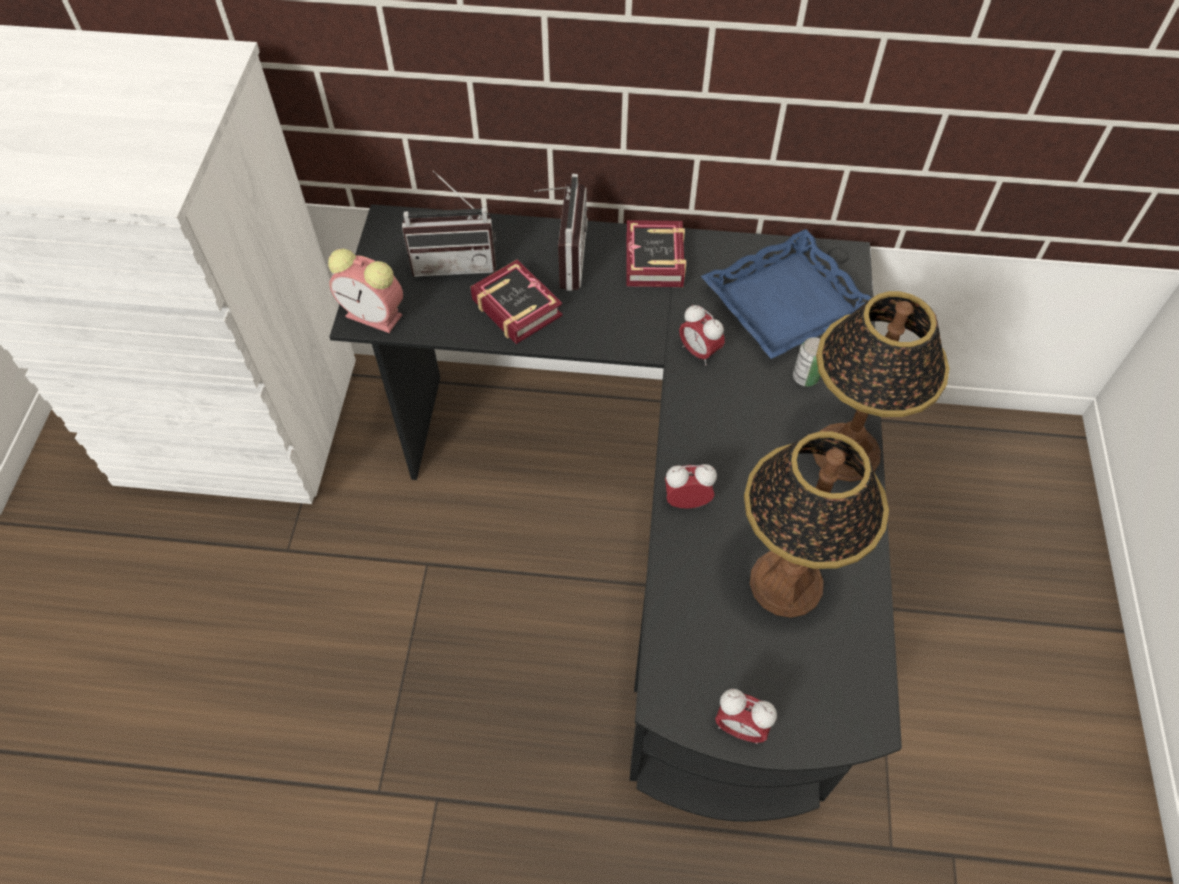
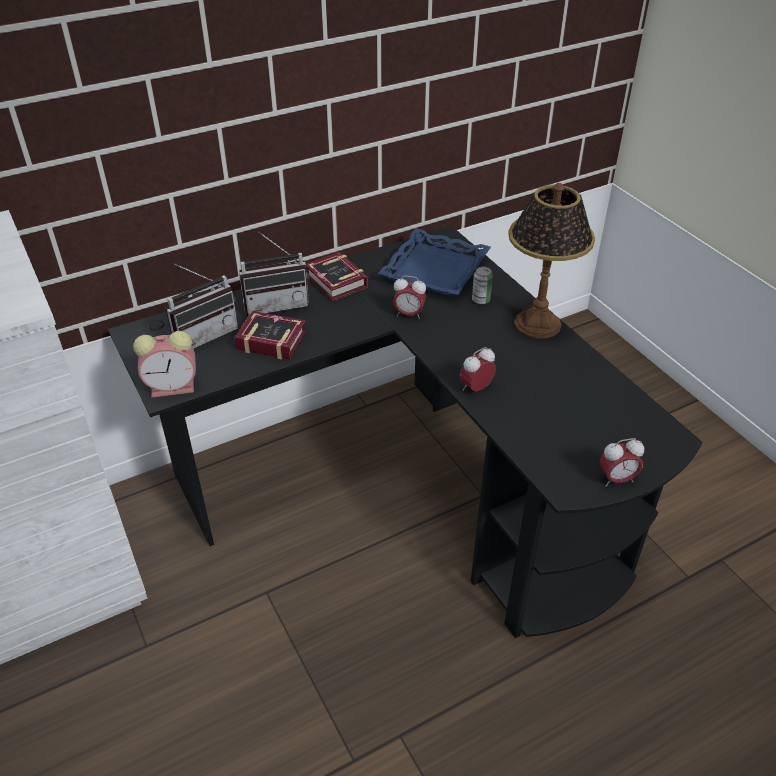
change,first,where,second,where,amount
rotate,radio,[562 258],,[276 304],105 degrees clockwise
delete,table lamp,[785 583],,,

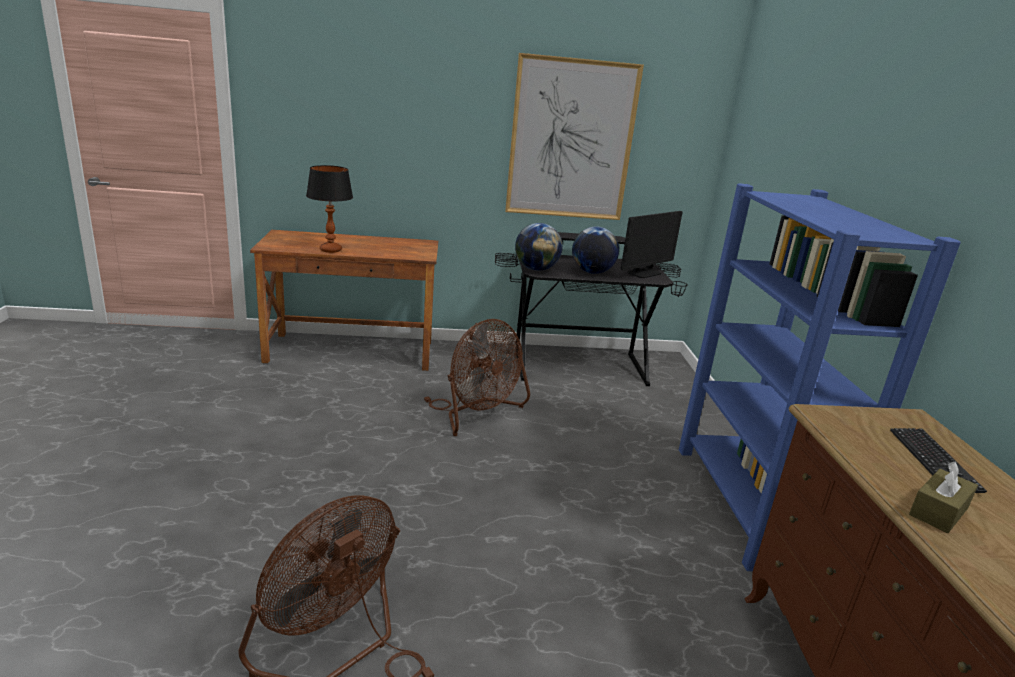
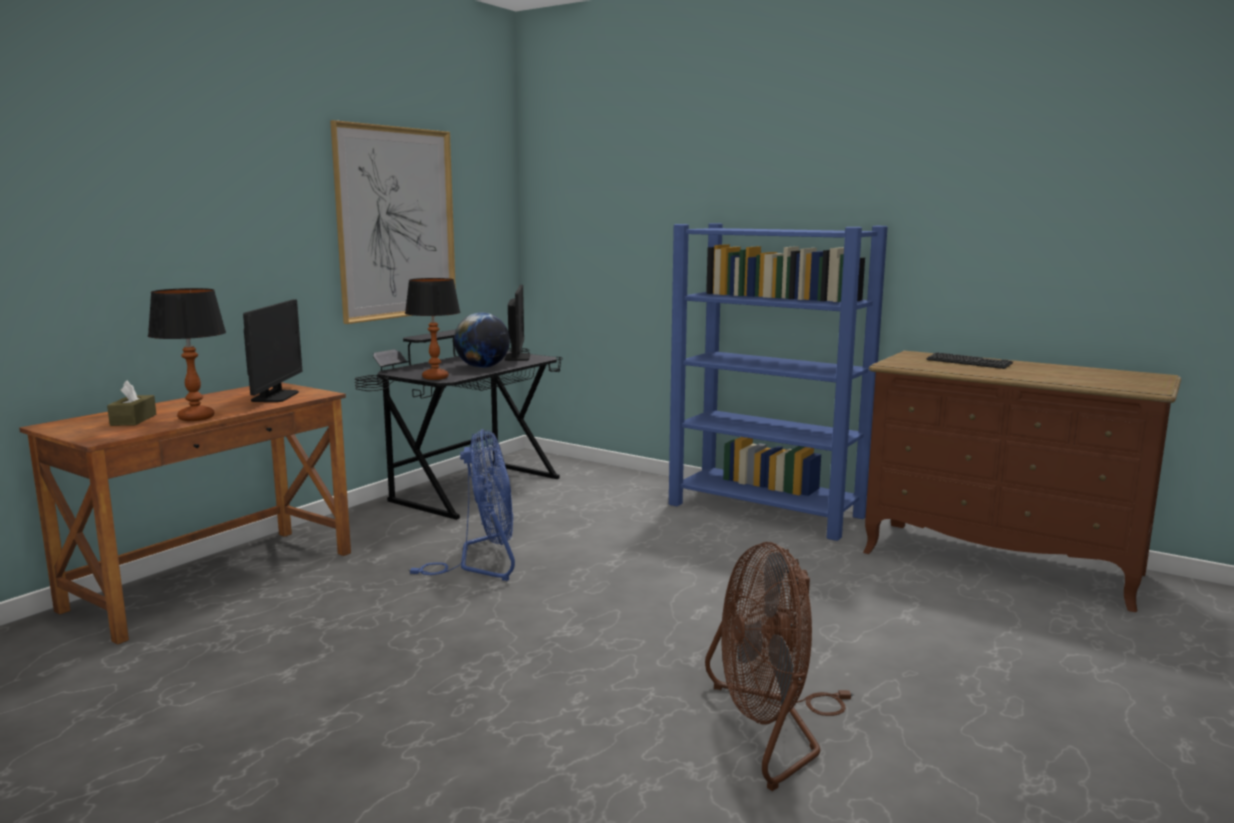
change,first,where,second,where,amount
move,brown tissue box,[938 511],,[133 420],
insert,,,monitor,[275 396],
replace,globe,[536 269],table lamp,[435 377],
recolor,brown fan,[474 414],blue fan,[481 559],

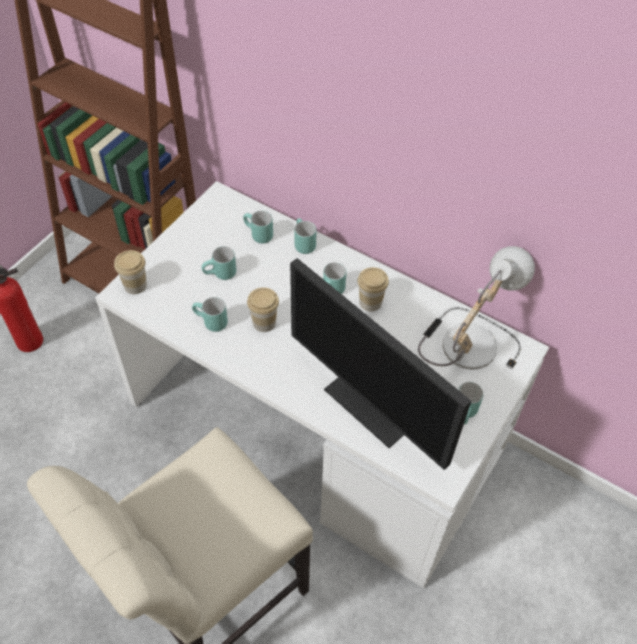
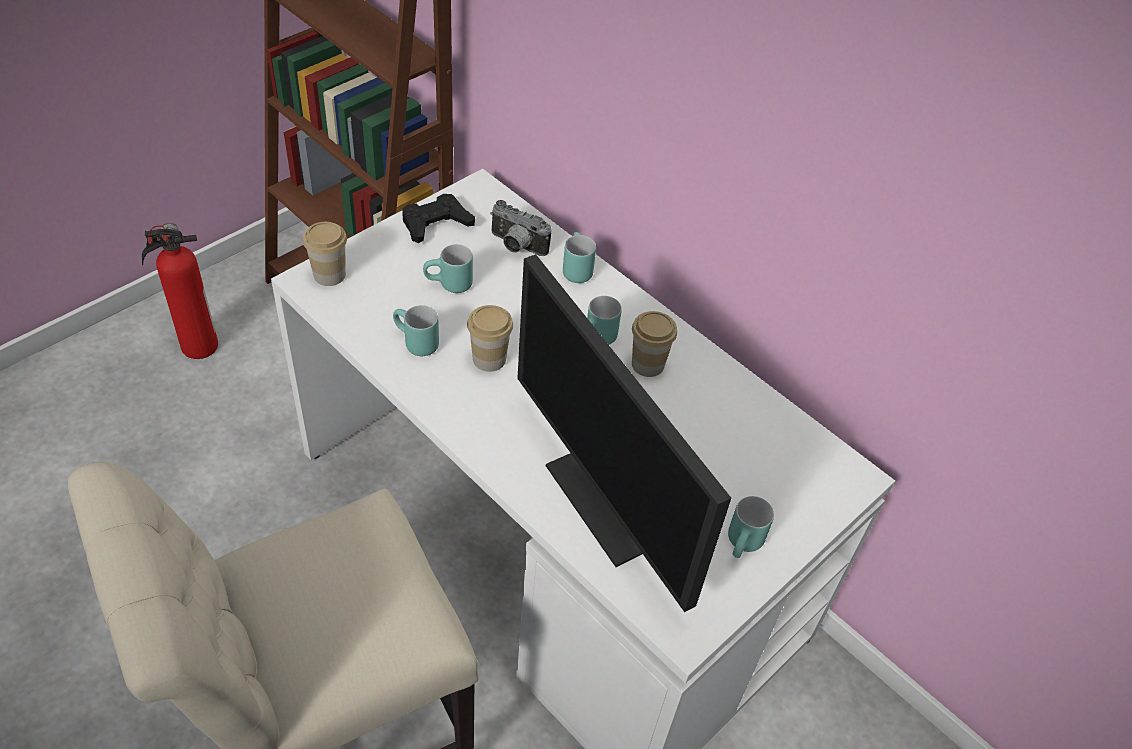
change,first,where,second,where,amount
insert,,,black game controller,[435 223],
replace,turquoise mug,[257 235],photo camera,[516 246],
delete,table lamp,[466 341],,,

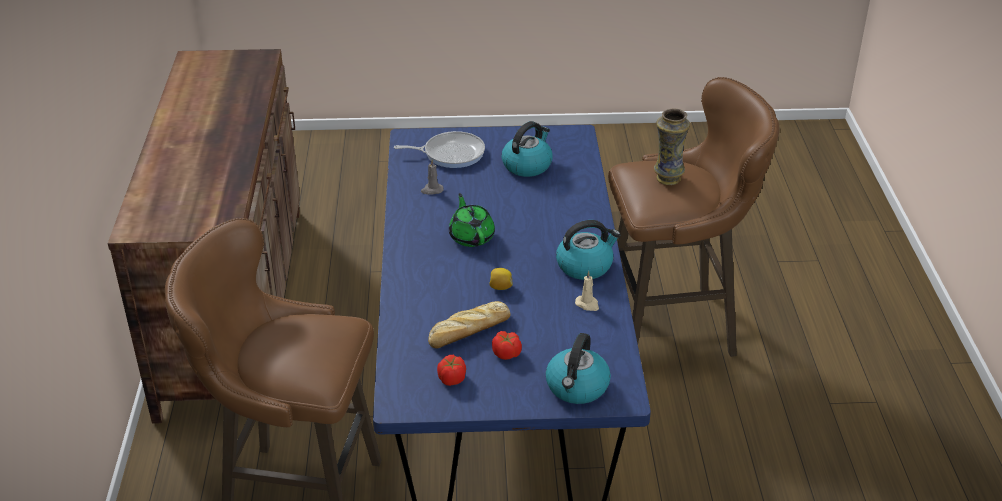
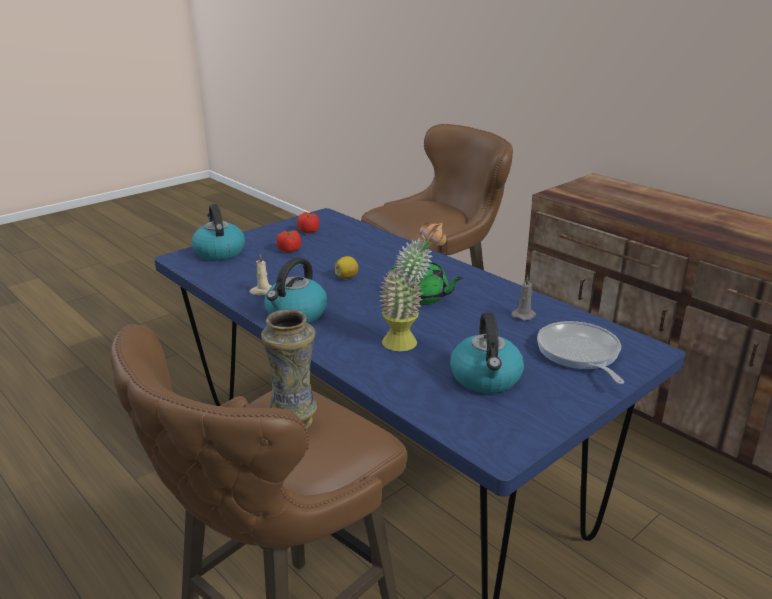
change,first,where,second,where,amount
insert,,,potted plant,[409 342],
rotate,frying pan,[450 154],,[579 353],120 degrees clockwise
delete,bread,[468 332],,,

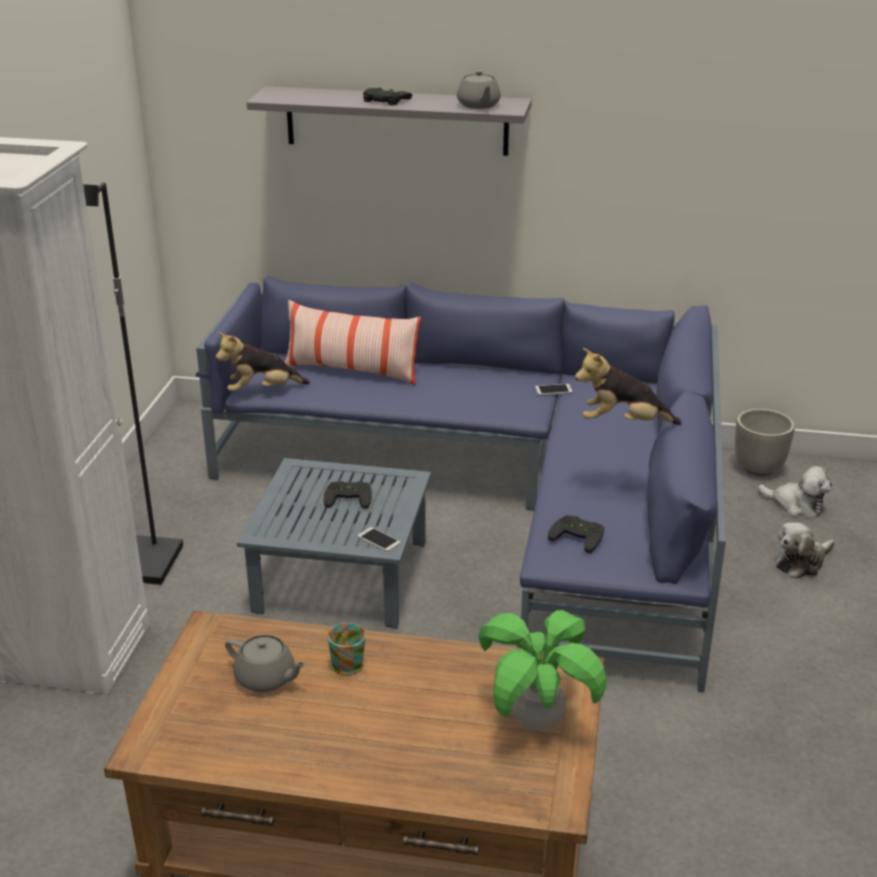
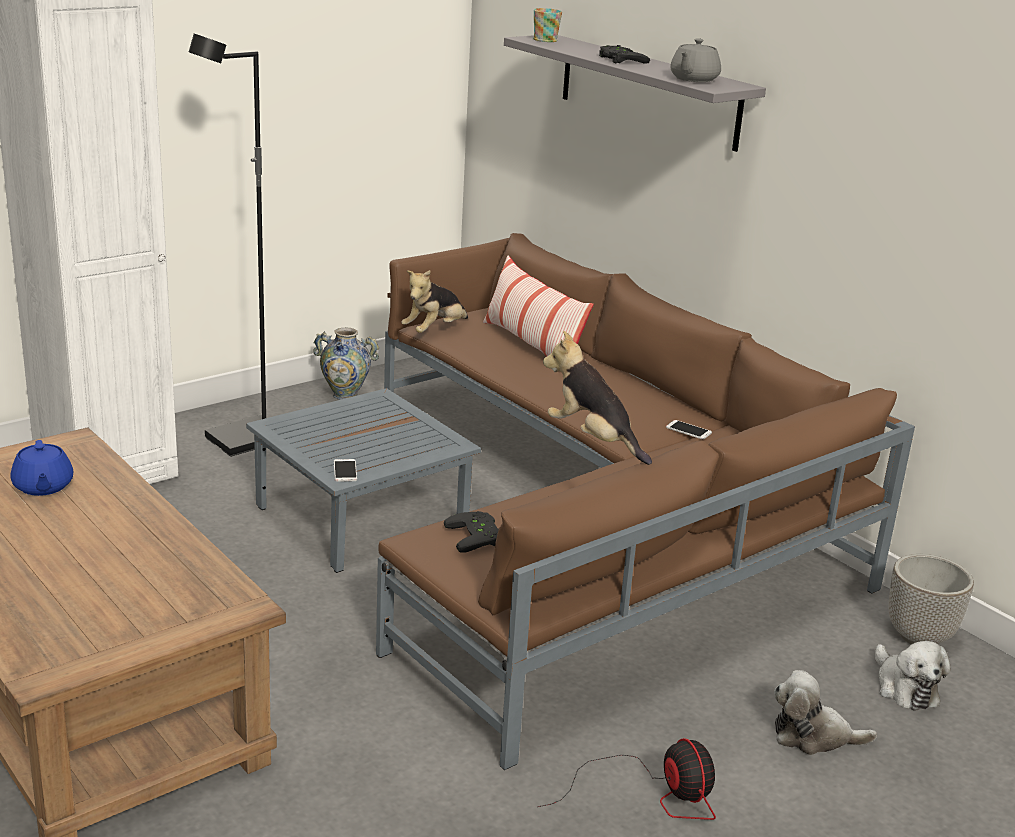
change,first,where,second,where,amount
recolor,grey teapot,[266 678],blue teapot,[43 487],
recolor,blue sofa,[481 512],brown sofa,[556 531],
insert,,,vase,[345 395],
rotate,plush toy,[262 391],,[434 331],75 degrees counterclockwise
move,mug,[346 661],,[547 39],
insert,,,fan,[652 794],
delete,black game controller,[349 497],,,
delete,potted plant,[536 722],,,

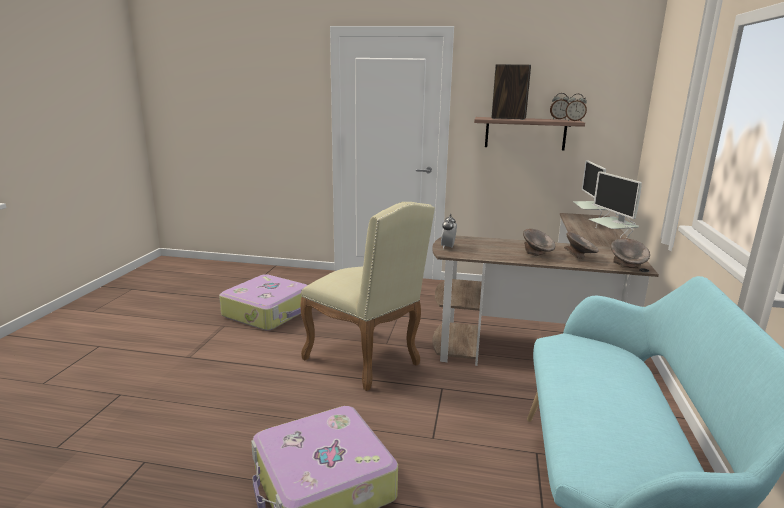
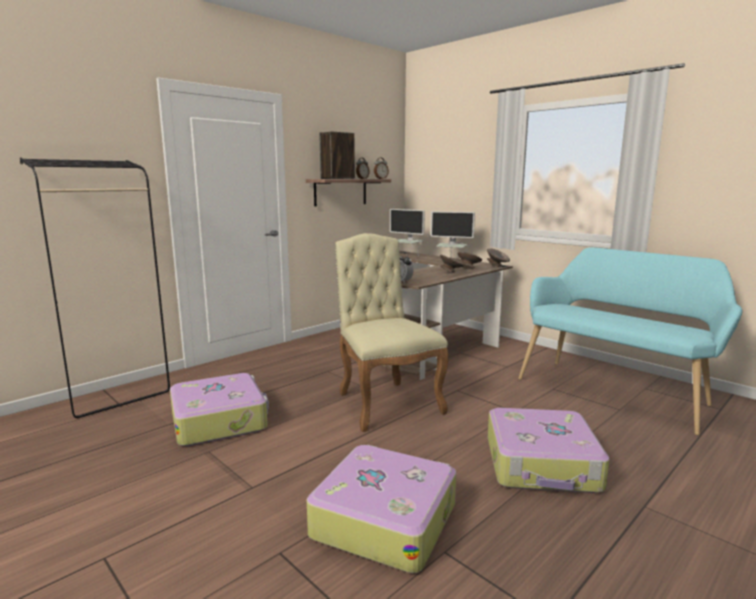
change,first,where,second,where,amount
insert,,,black clothes rack,[117 396],
insert,,,suitcase,[384 519],
rotate,beige chair,[366 360],,[385 403],105 degrees counterclockwise

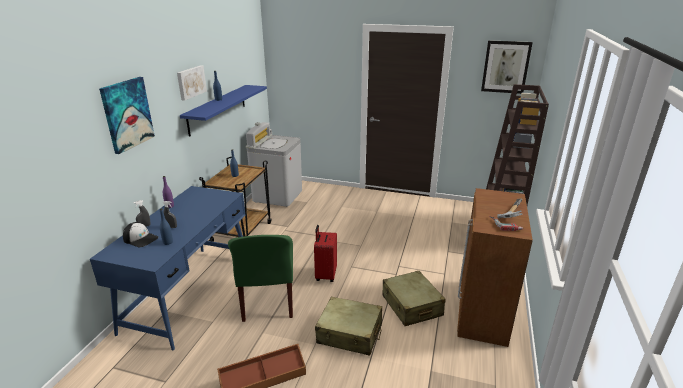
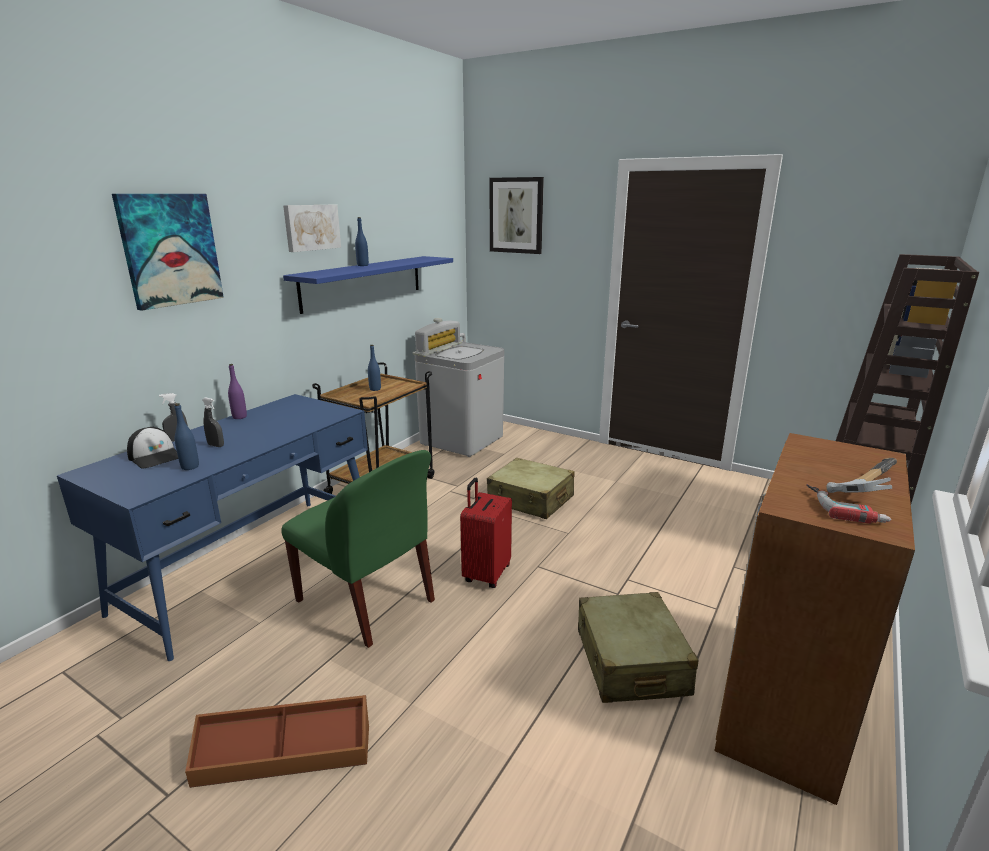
change,first,where,second,where,amount
rotate,green chair,[268 300],,[368 602],60 degrees counterclockwise
move,beige suitcase,[350 333],,[531 500],
move,picture,[505 67],,[516 215],

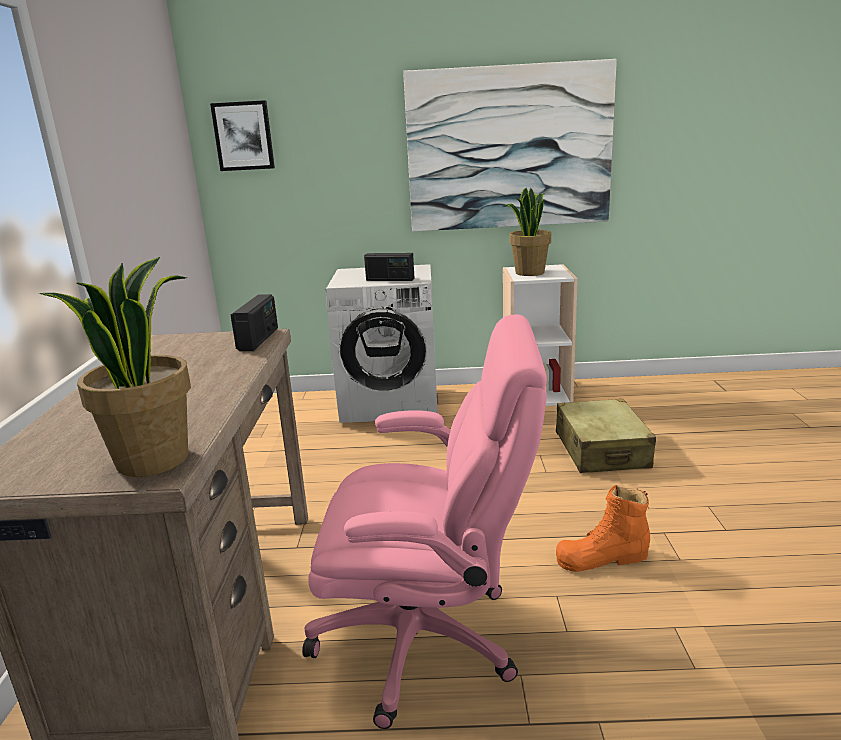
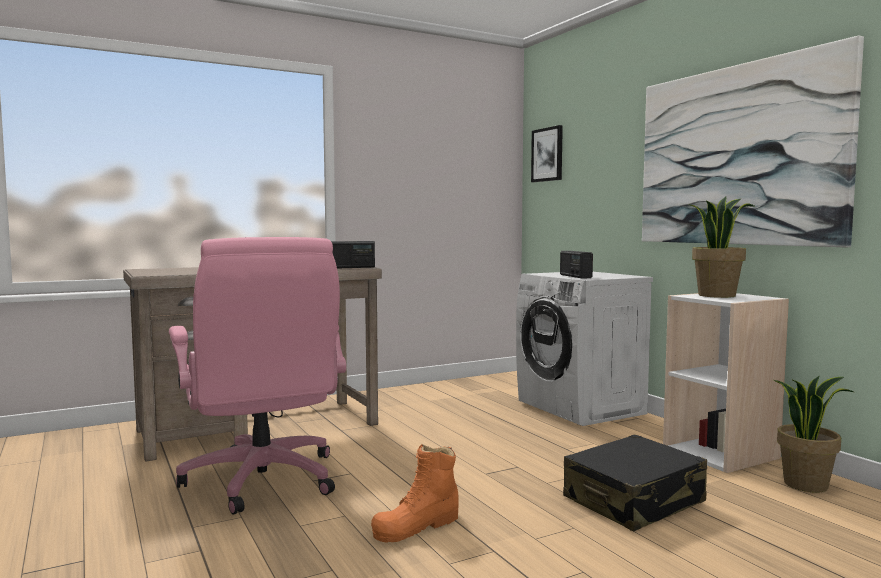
change,first,where,second,where,amount
rotate,orange boot,[602 558],,[417 526],90 degrees counterclockwise
recolor,beige suitcase,[601 450],black suitcase,[634 501],
move,potted plant,[153 459],,[806 484],

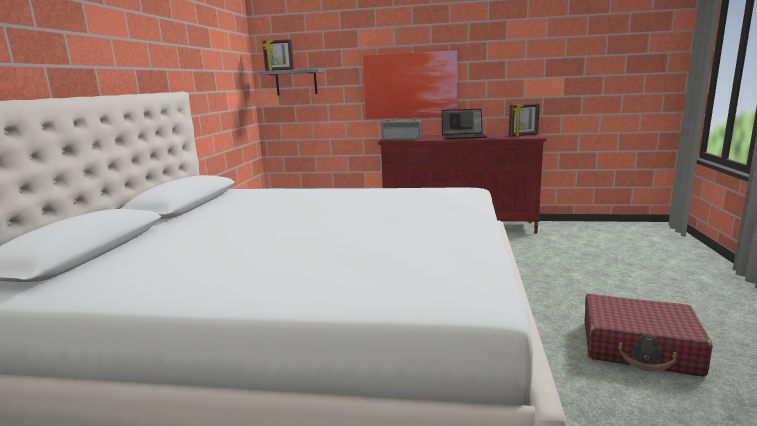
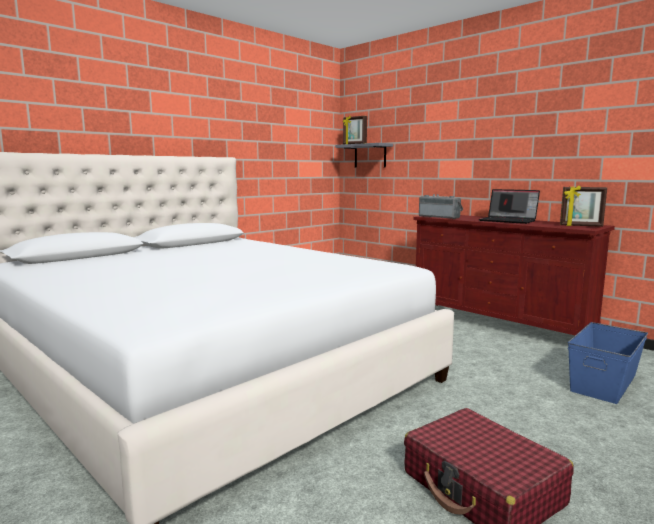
change,first,where,second,where,amount
insert,,,blue storage box,[604 382],
delete,picture,[410 85],,,

